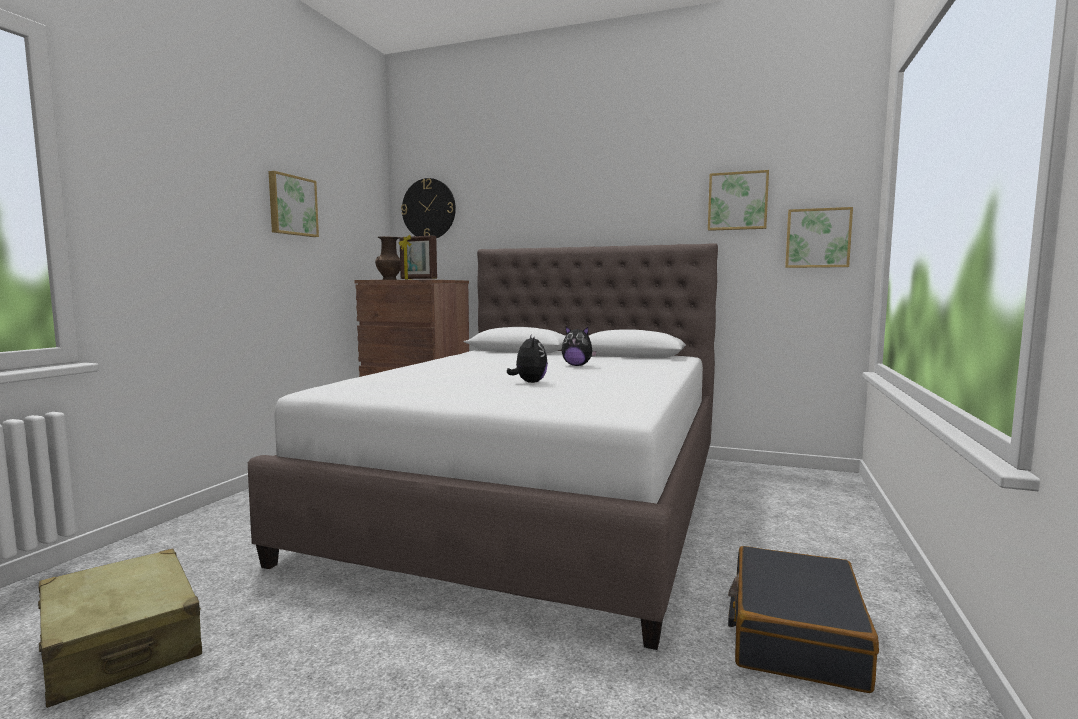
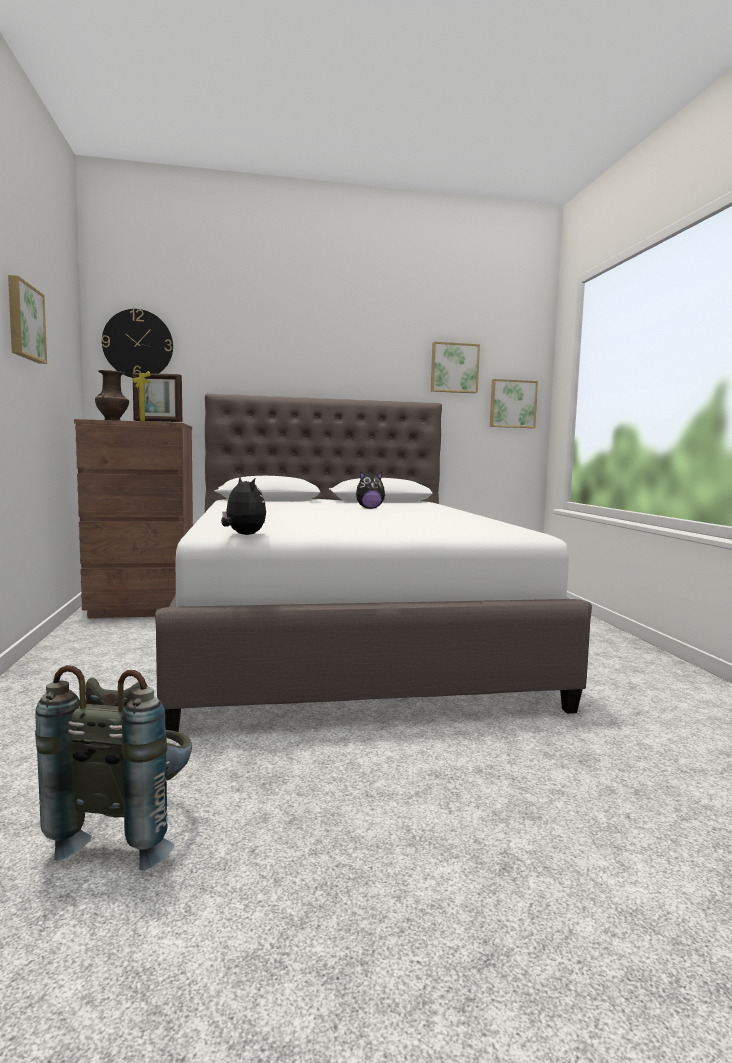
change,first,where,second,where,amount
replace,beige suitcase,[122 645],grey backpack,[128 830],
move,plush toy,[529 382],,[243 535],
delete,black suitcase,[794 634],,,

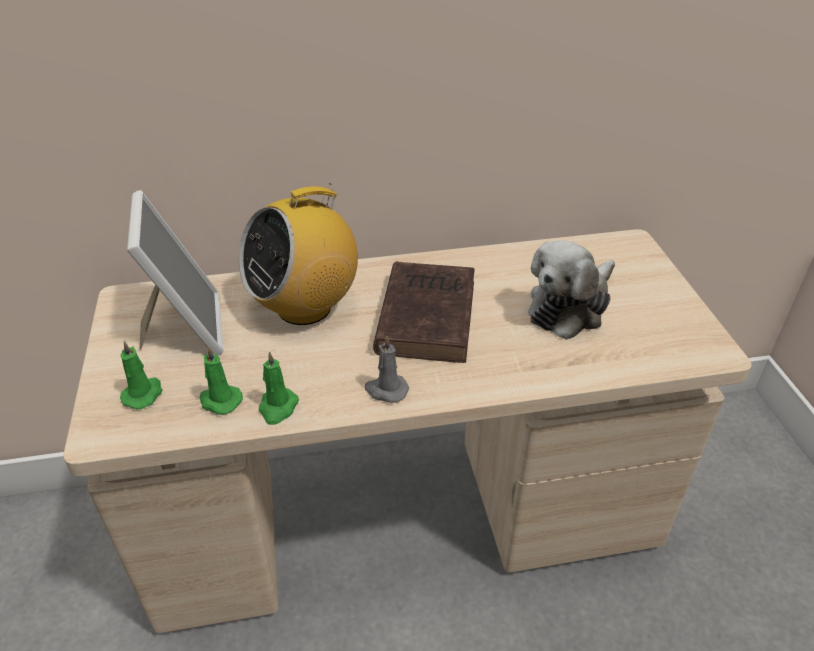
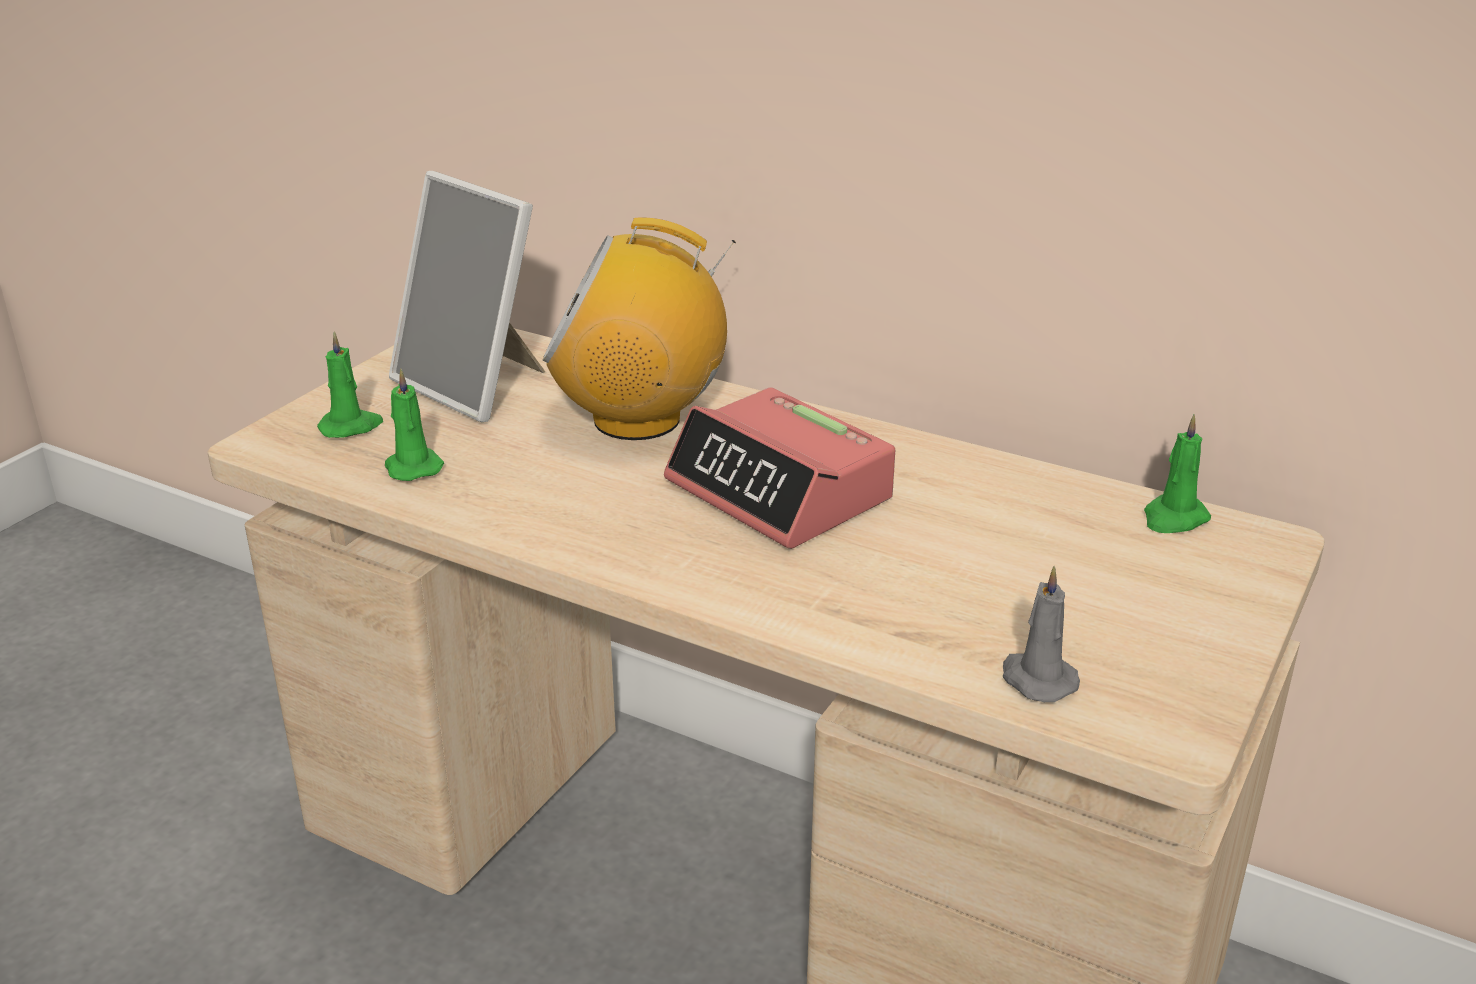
change,first,where,second,where,amount
rotate,picture frame,[185 328],,[476 385],105 degrees clockwise
replace,brown book,[427 315],alarm clock,[780 491],
move,grey candle,[386 390],,[1036 679],
move,green candle,[278 408],,[1173 518],
delete,plush toy,[570 307],,,

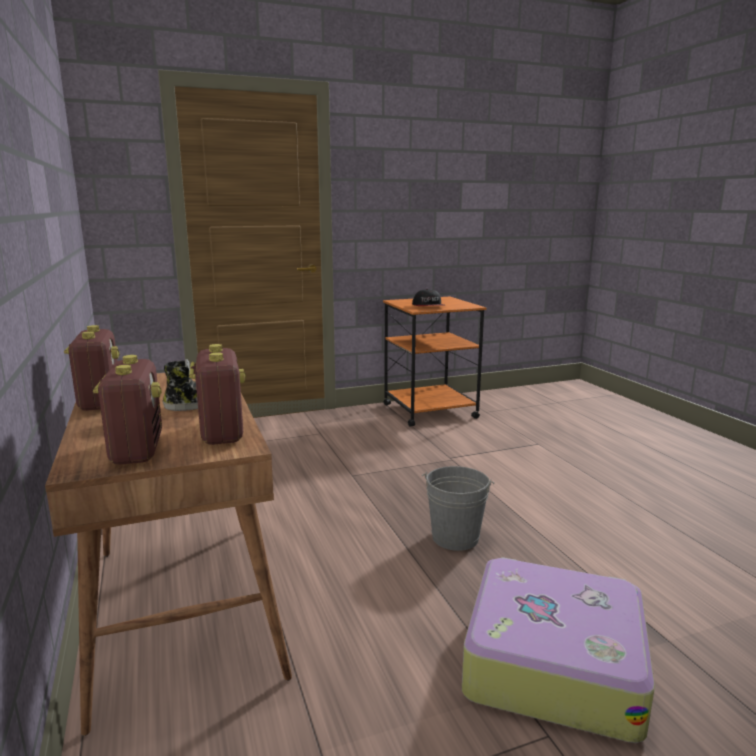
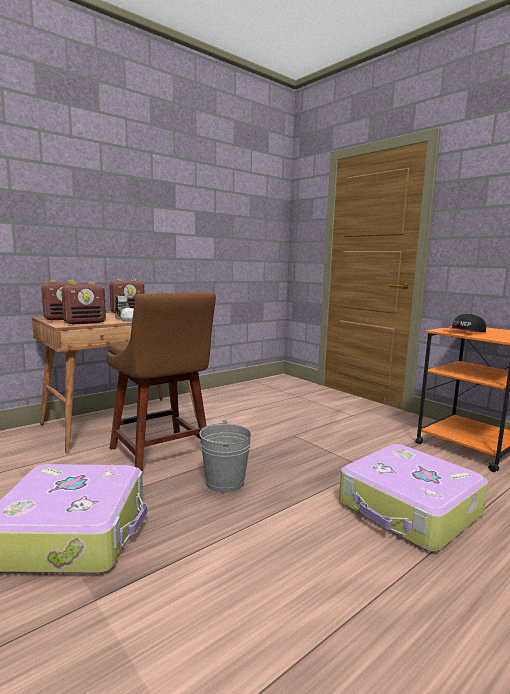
change,first,where,second,where,amount
insert,,,brown stool,[161 454],
insert,,,suitcase,[409 510],

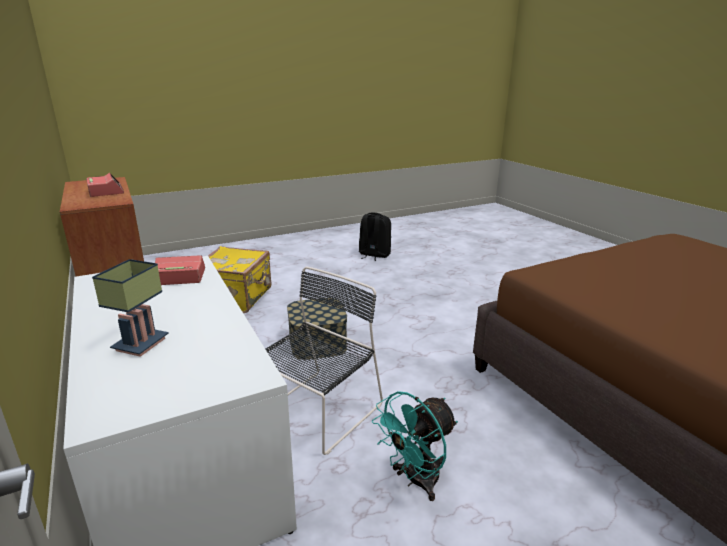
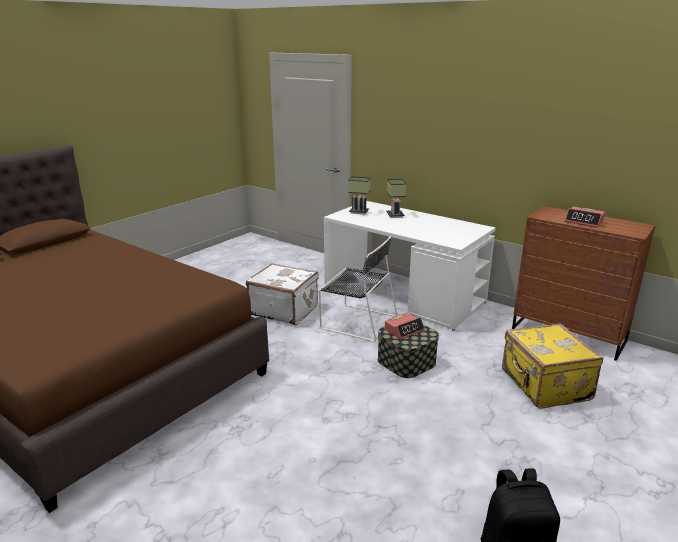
change,first,where,second,where,amount
replace,turquoise fan,[415 481],white suitcase,[284 310],
rotate,black chair,[317 412],,[356 322],75 degrees counterclockwise
insert,,,table lamp,[358 212],
move,alarm clock,[179 277],,[404 330],

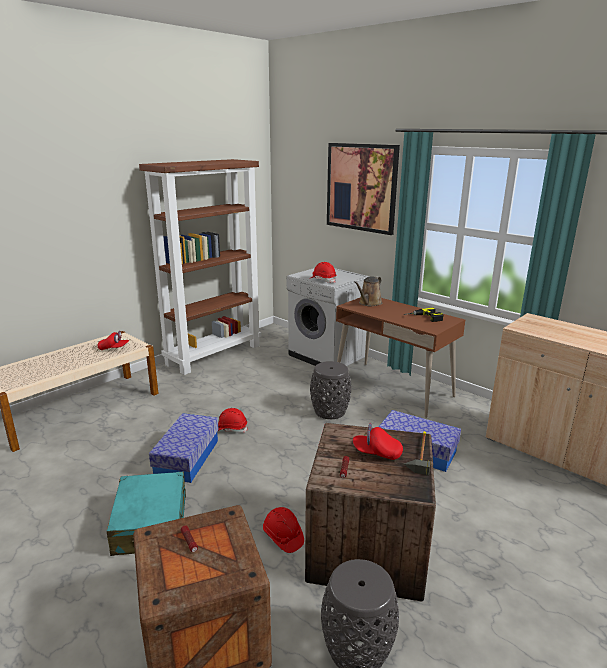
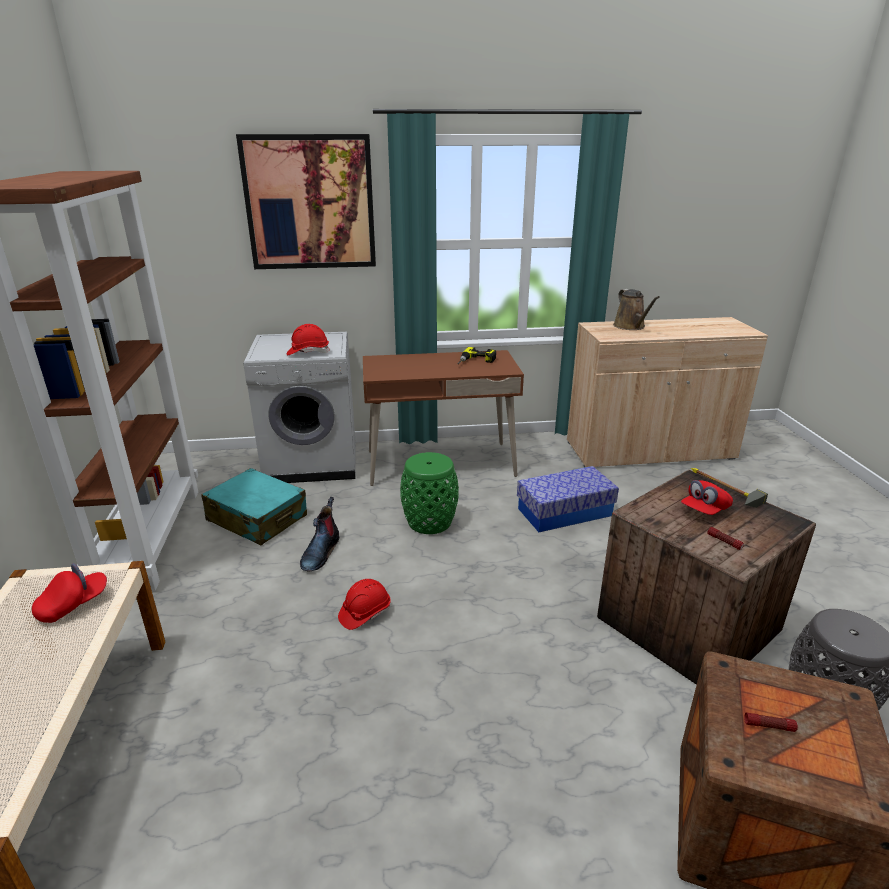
change,first,where,second,where,amount
move,turquoise suitcase,[151 524],,[257 518],
insert,,,boot,[320 552],
recolor,grey stool,[329 411],green stool,[429 522],
move,brown watering can,[369 303],,[630 326],
delete,storage box,[187 458],,,
delete,red hard hat,[283 537],,,

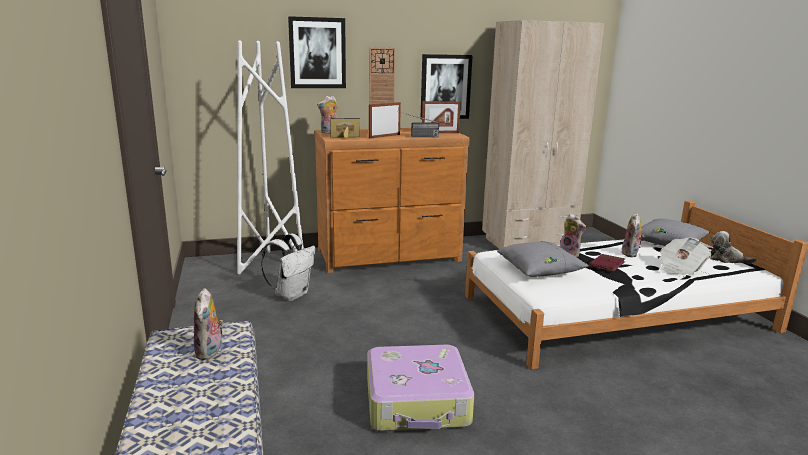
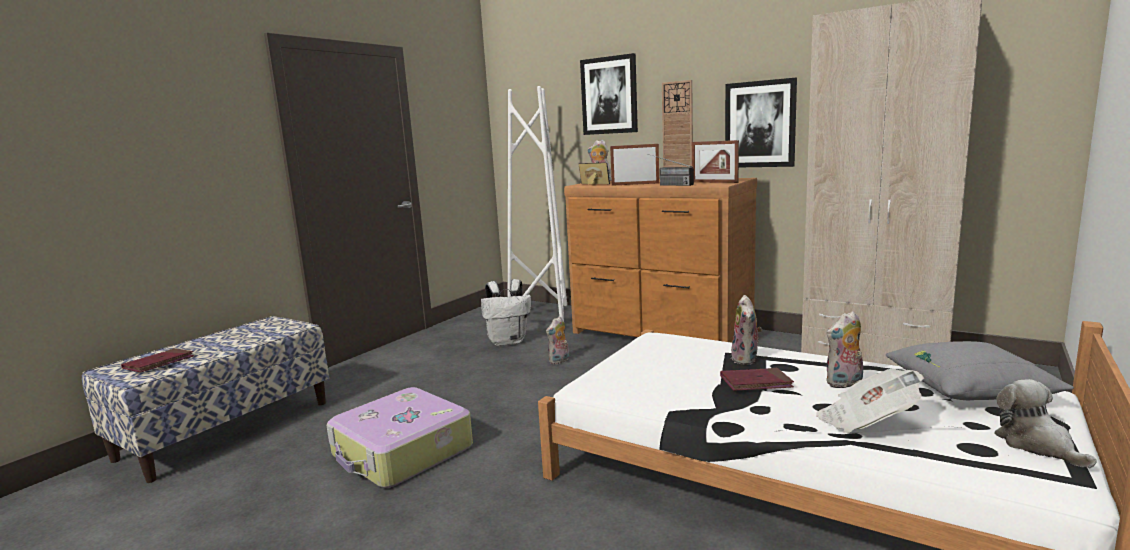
change,first,where,second,where,amount
insert,,,red book,[159 363],
move,plush toy,[210 352],,[559 361],
delete,grey pillow,[539 270],,,

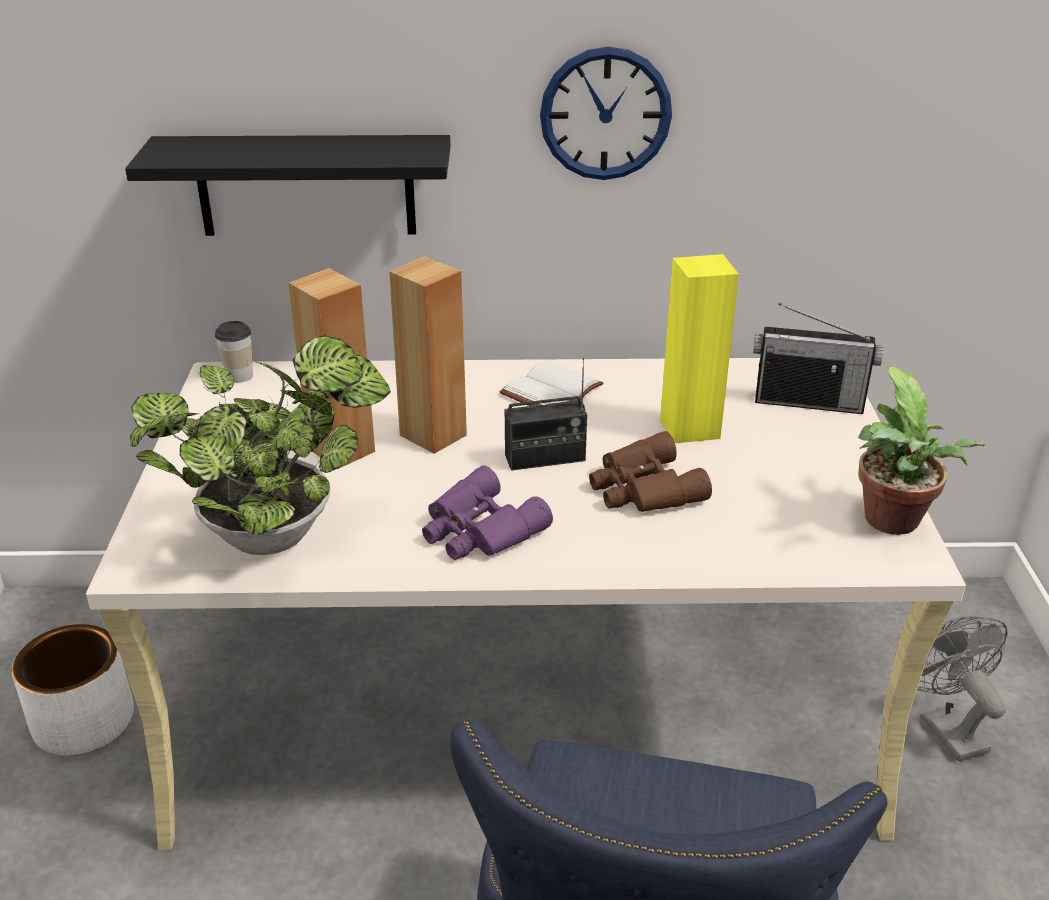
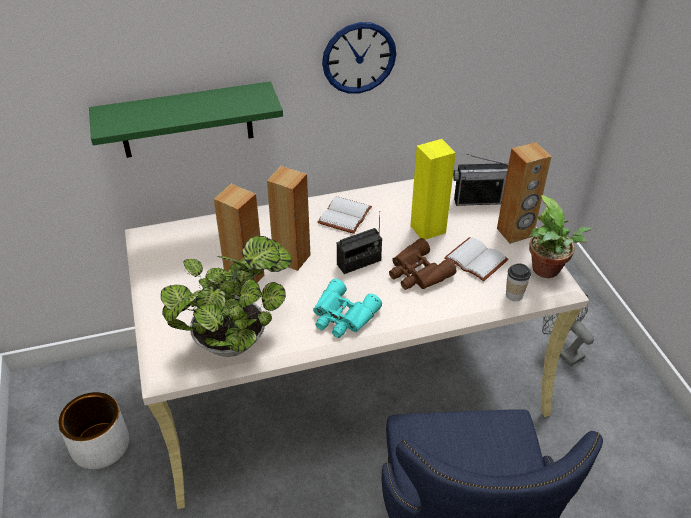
change,first,where,second,where,amount
recolor,black shelf,[306 185],green shelf,[186 120],
recolor,purple binoculars,[478 530],turquoise binoculars,[342 316],
insert,,,white book,[477 260],
insert,,,brown speaker,[515 233],
move,cup,[239 376],,[514 295],

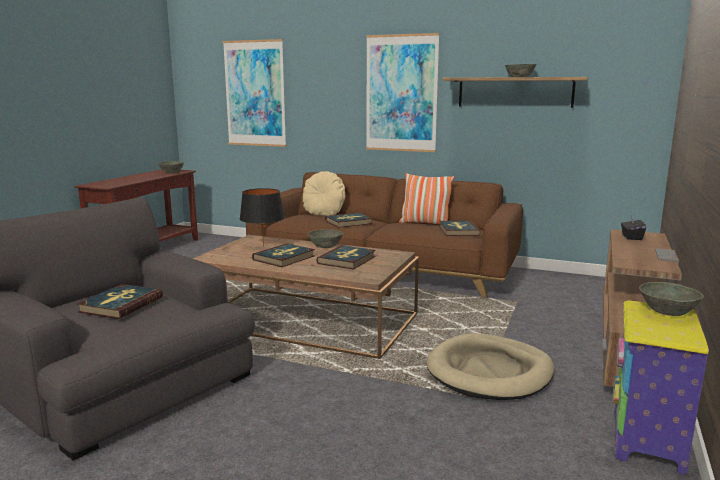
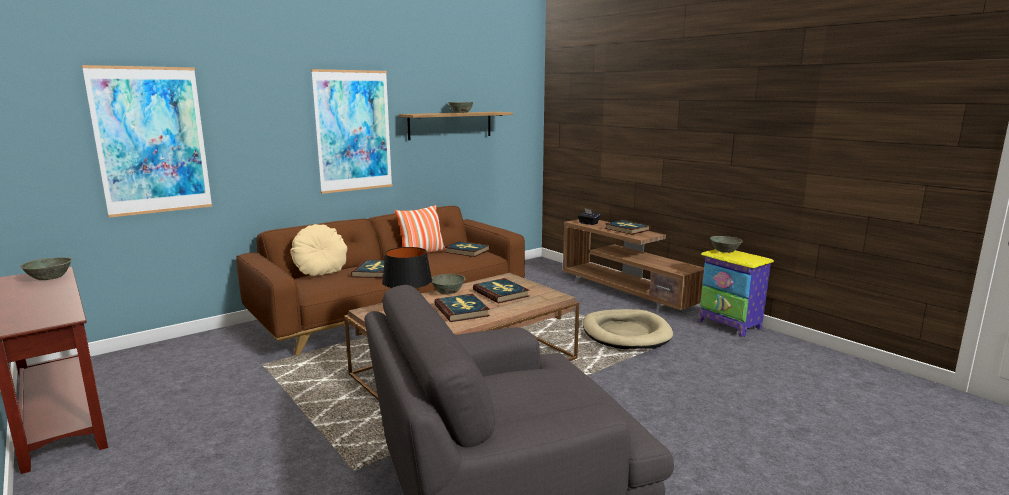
change,first,where,second,where,amount
move,book,[121 304],,[626 229],

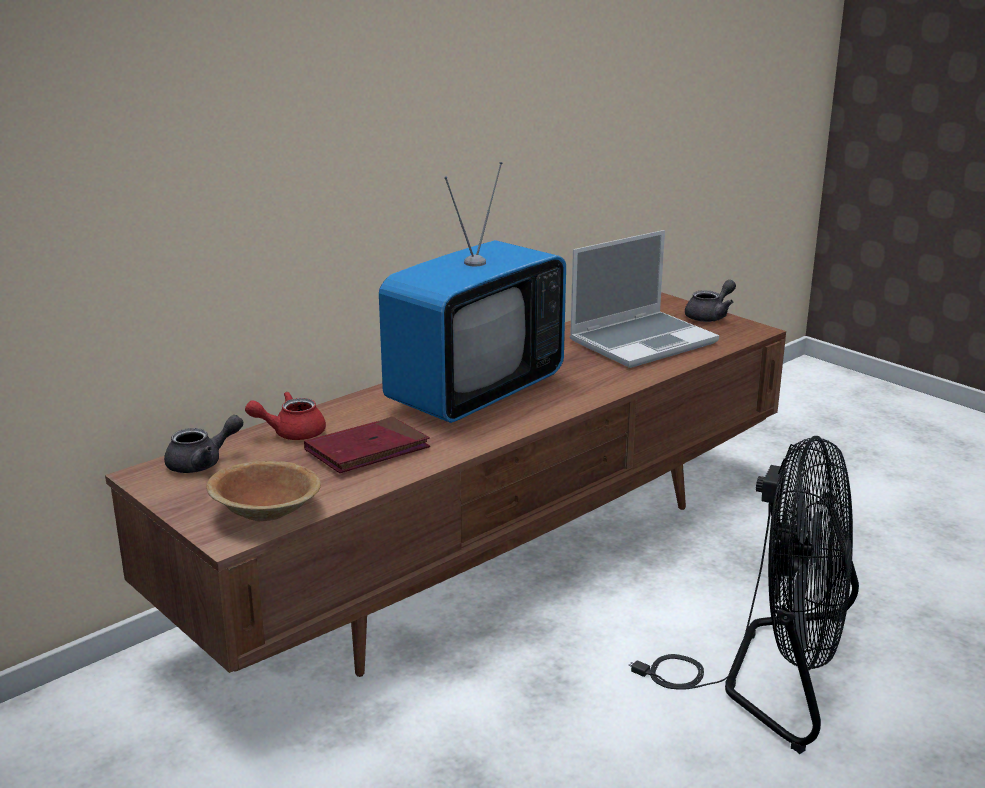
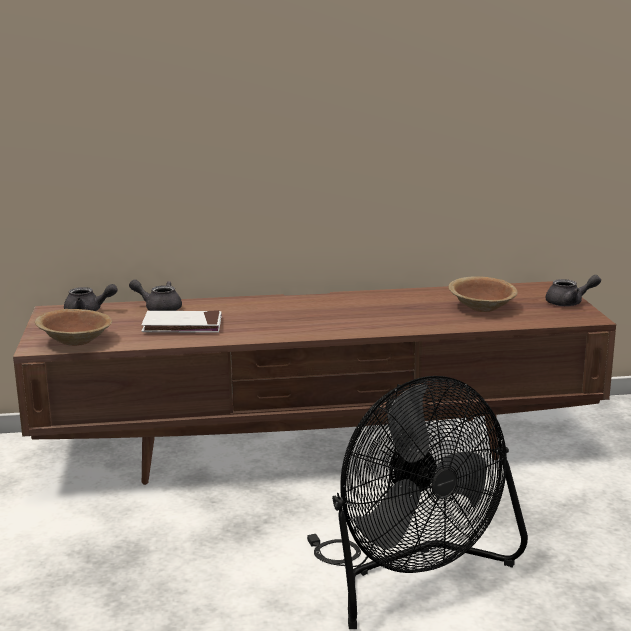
change,first,where,second,where,amount
recolor,red teapot,[291 433],grey teapot,[159 308],
recolor,red book,[367 450],white book,[182 326],
replace,laptop,[643 341],brown bowl,[482 307],
delete,television,[475 393],,,

